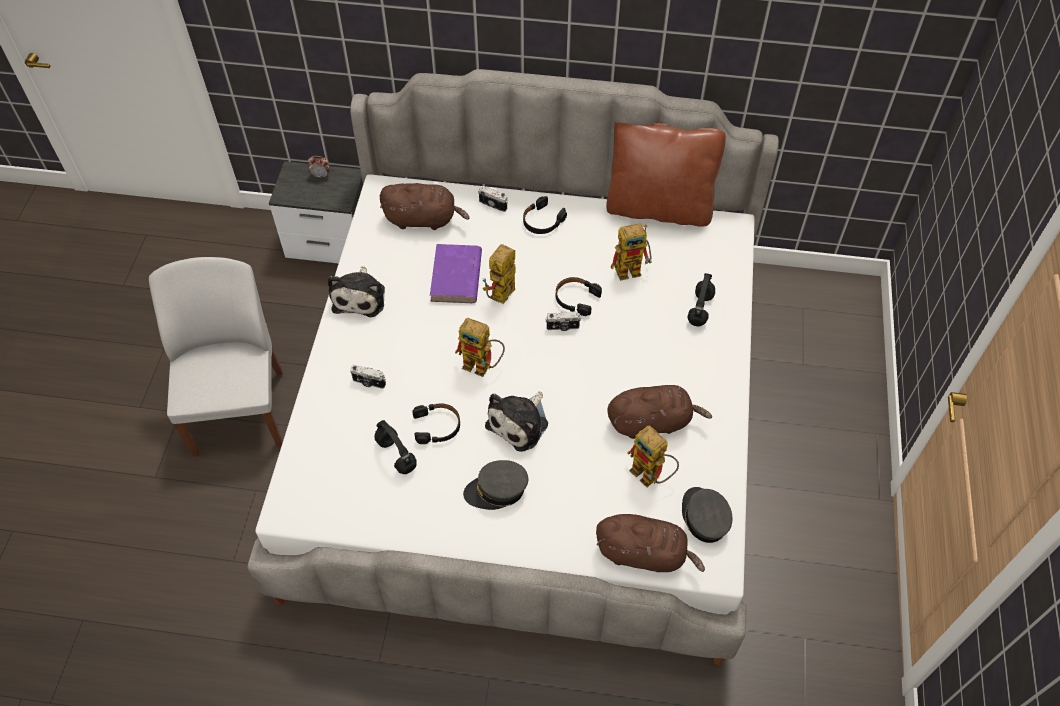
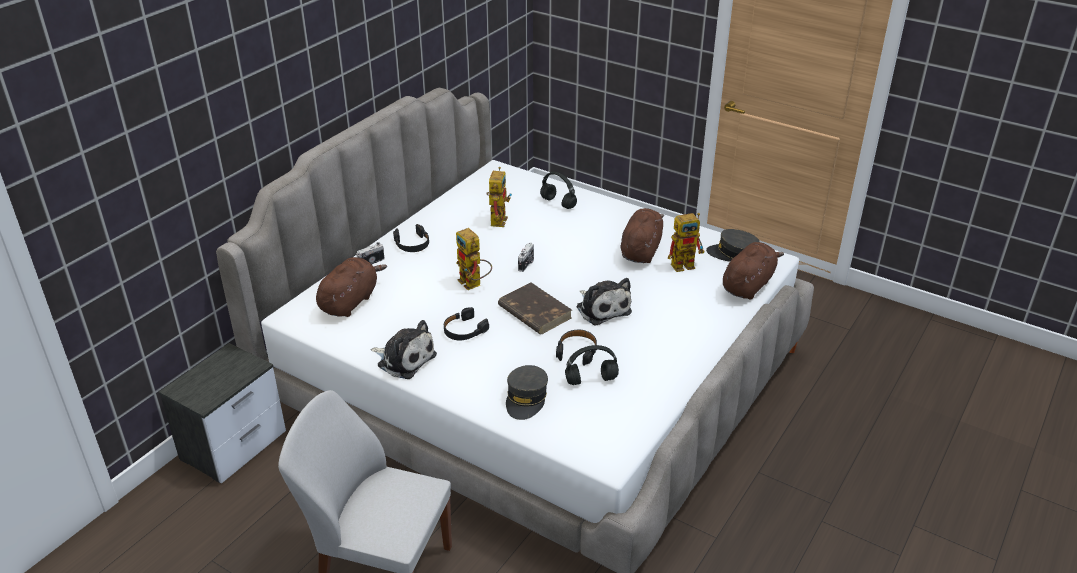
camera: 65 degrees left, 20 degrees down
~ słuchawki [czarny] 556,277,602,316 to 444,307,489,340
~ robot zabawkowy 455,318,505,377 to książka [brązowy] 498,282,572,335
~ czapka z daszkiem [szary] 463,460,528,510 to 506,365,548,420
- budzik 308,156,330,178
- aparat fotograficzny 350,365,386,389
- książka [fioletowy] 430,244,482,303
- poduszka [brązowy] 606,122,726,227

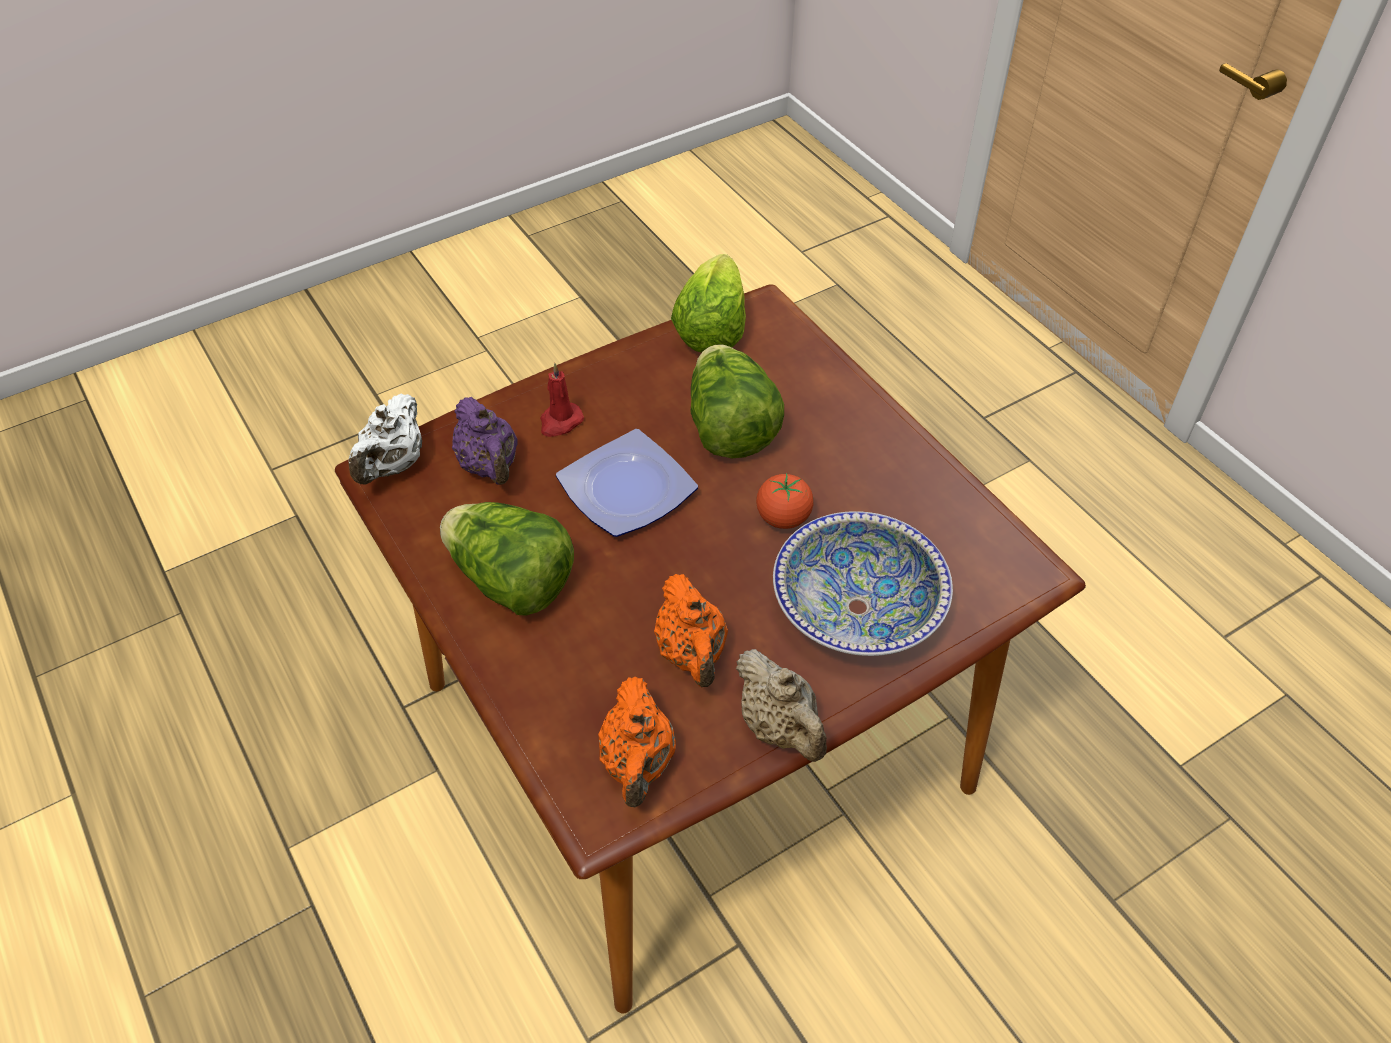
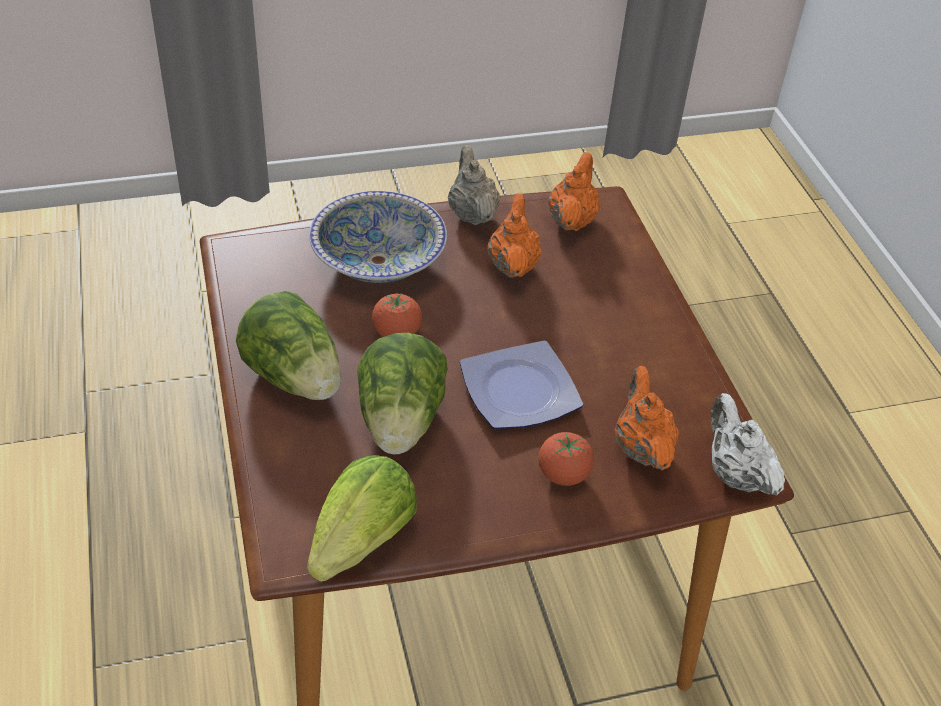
camera: 165 degrees left, 5 degrees down
~ sałata 440,502,574,616 to 236,291,341,400
~ świeca [czerwony] 540,363,584,437 to pomidor 539,432,594,486
~ imbryk [fioletowy] 452,397,518,485 to imbryk [pomarańczowy] 615,366,679,471
~ imbryk [biały] 349,394,422,485 = 710,393,785,496 60 degrees counterclockwise

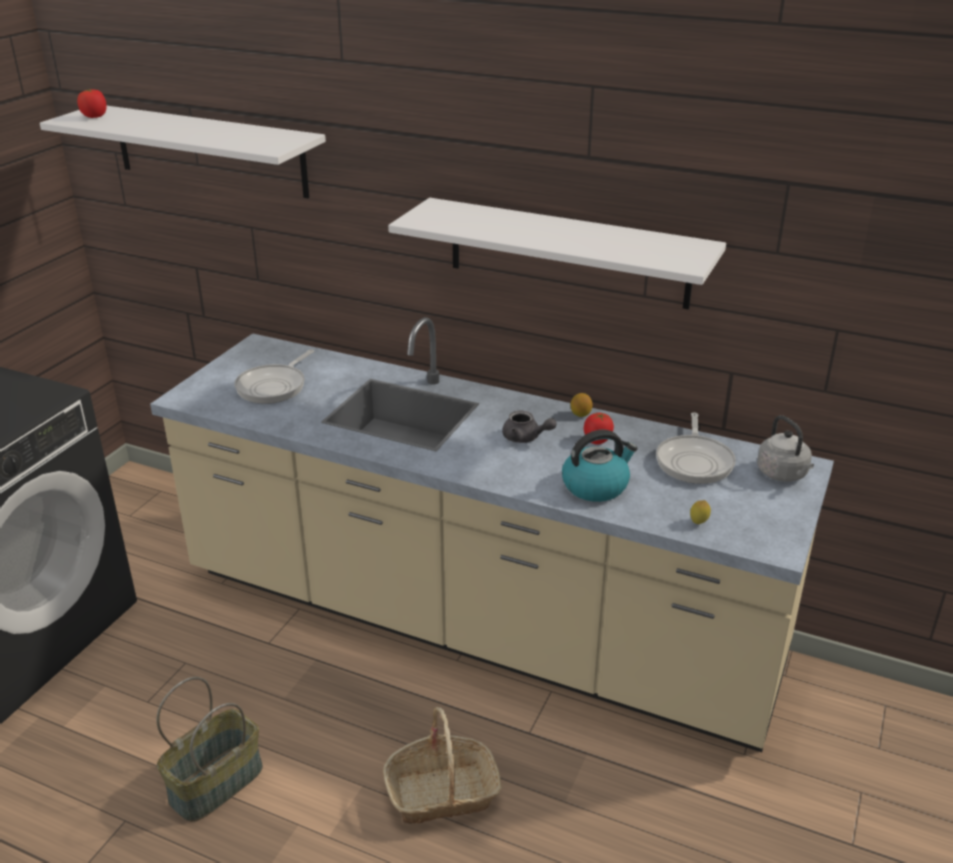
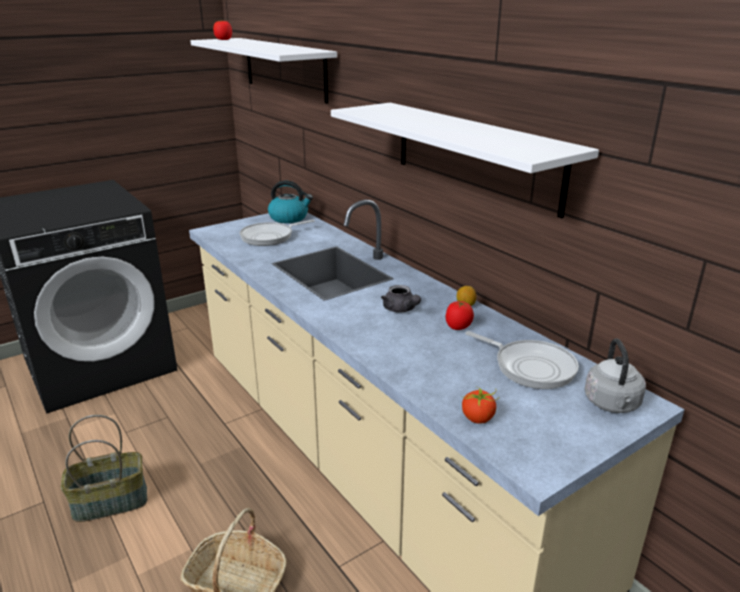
camera: 30 degrees right, 5 degrees down
~ czajnik 562,430,638,502 to 268,181,313,223
~ cytryna 690,500,711,524 to pomidor 462,387,500,424
~ patelnia 656,412,736,484 = 466,331,579,389 90 degrees counterclockwise

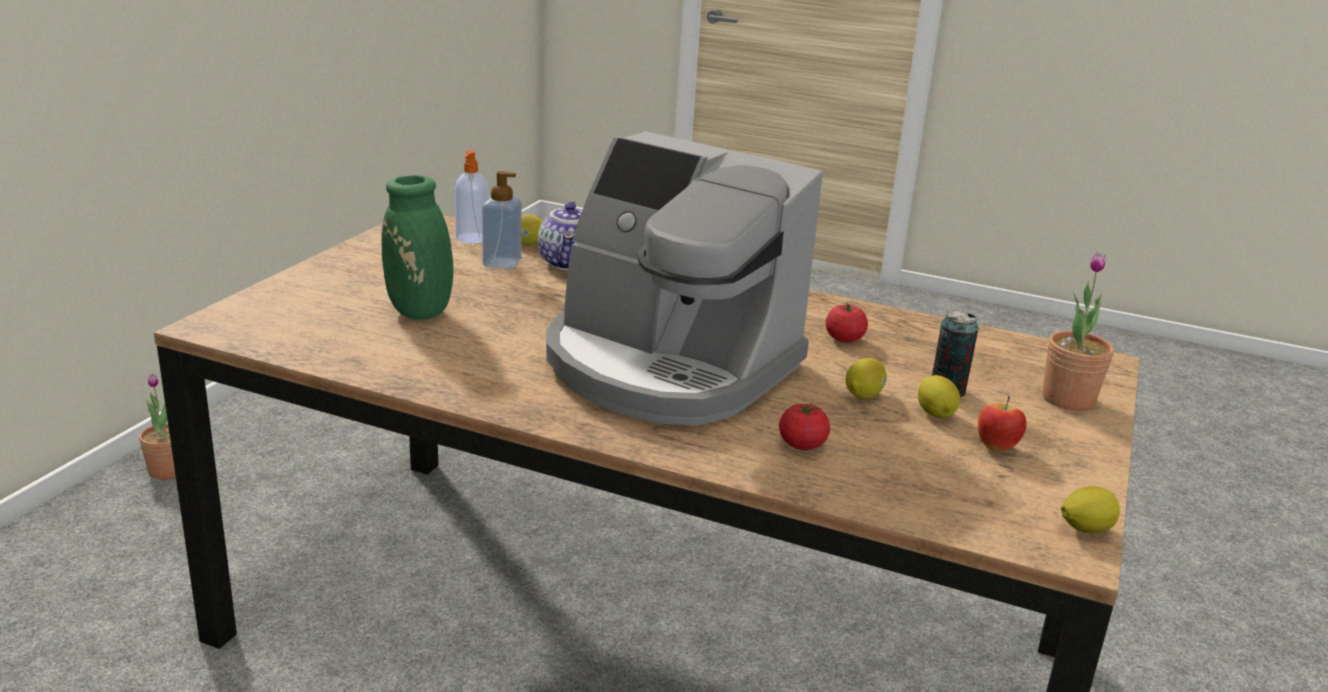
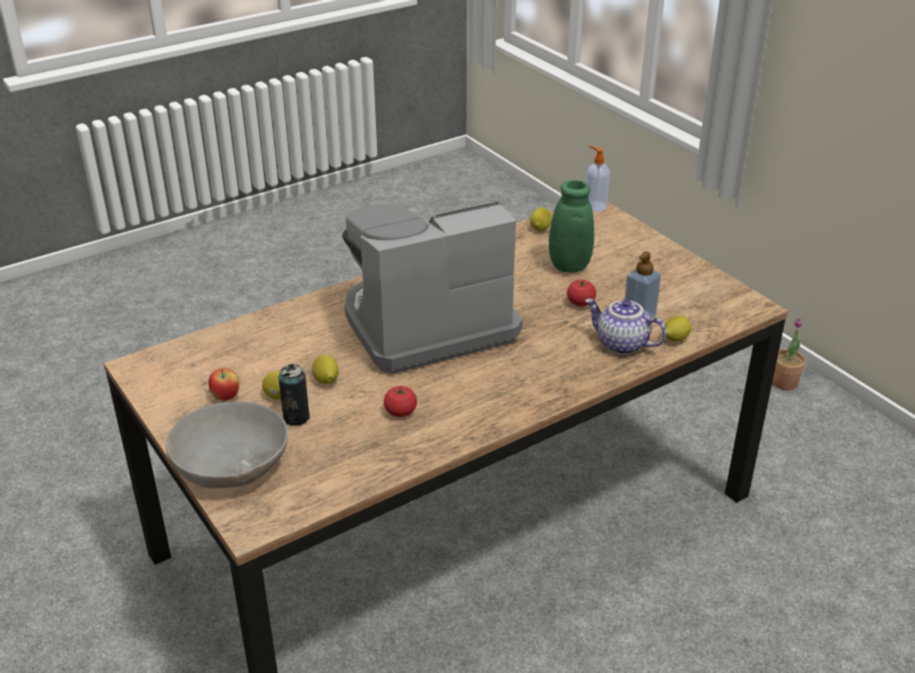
camera: 125 degrees right, 10 degrees up
~ roślina doniczkowa 1043,252,1114,411 to miska [szary] 166,401,288,488
~ cytryna 1061,486,1120,533 to 530,208,552,231
~ pomidor 779,403,830,450 to 567,280,596,307
~ dozownik mydła 455,150,488,243 to 586,146,610,212

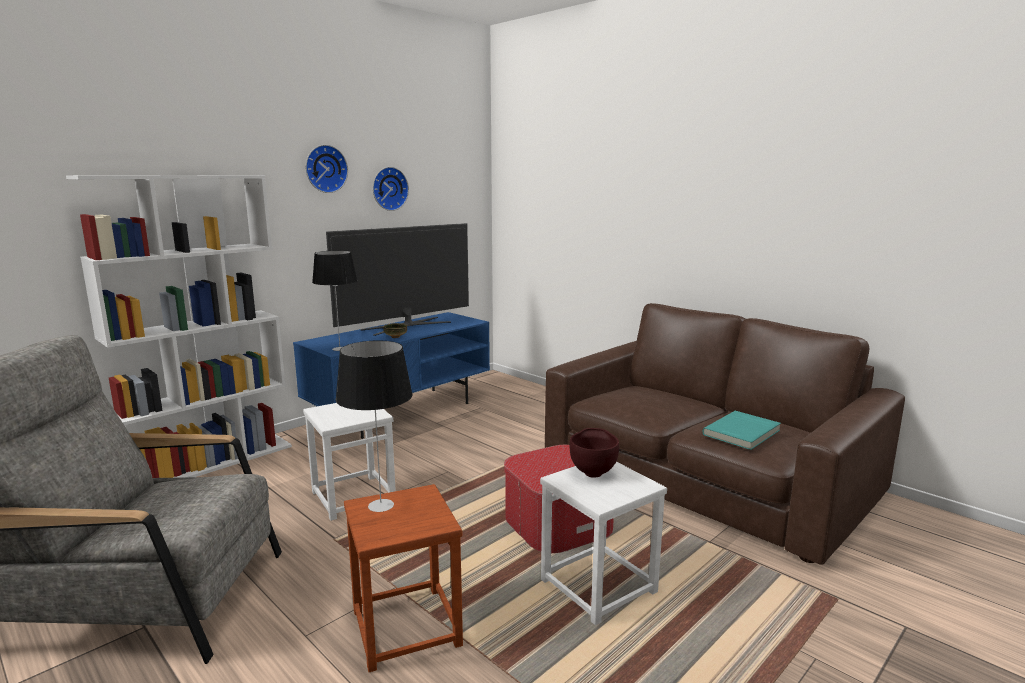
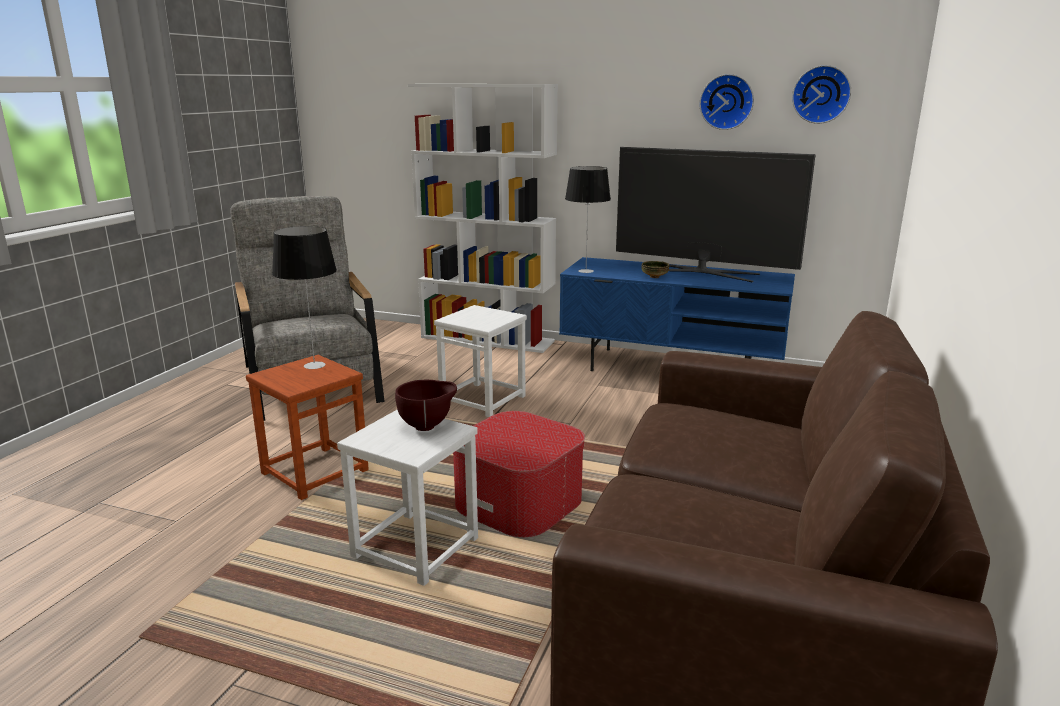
camera: 65 degrees right, 5 degrees up
~ zegar ścienny 306,145,348,193 to 792,65,851,124
- książka [turkusowy] 703,411,781,450

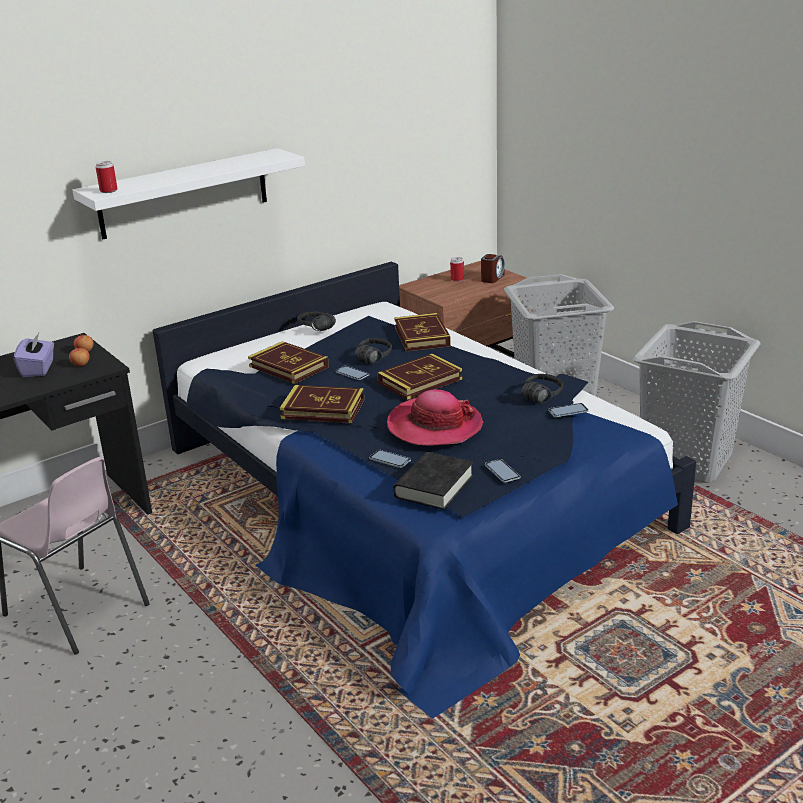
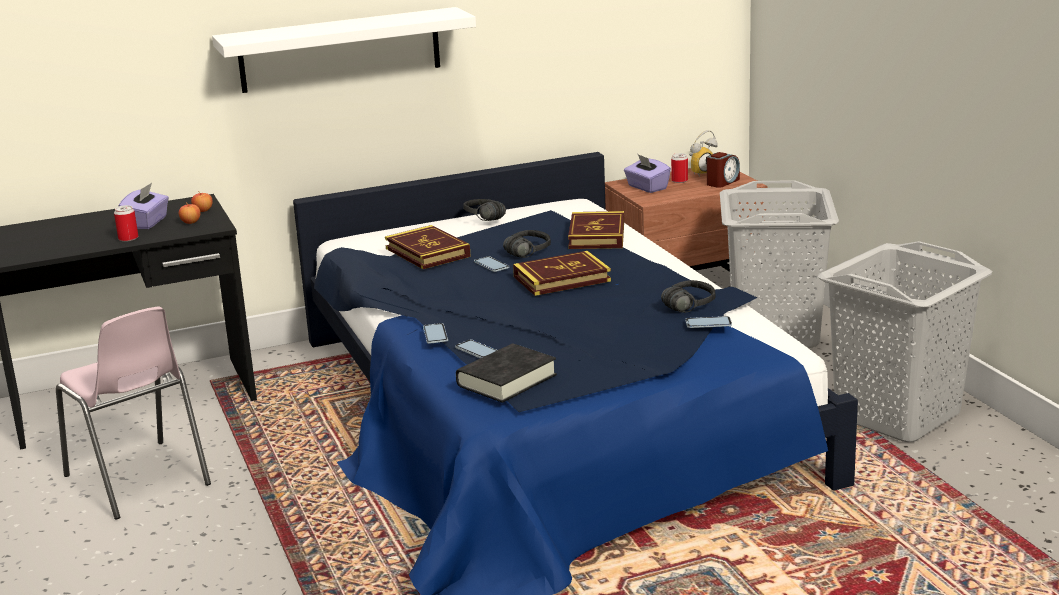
camera: 15 degrees right, 5 degrees down
~ puszka 96,161,118,193 to 114,205,138,242
~ telefon 485,459,520,483 to 423,323,448,344
+ pudełko chusteczek [fioletowy] 624,154,671,193
+ budzik 689,130,718,177
- książka 280,385,364,423
- kapelusz 387,389,483,446

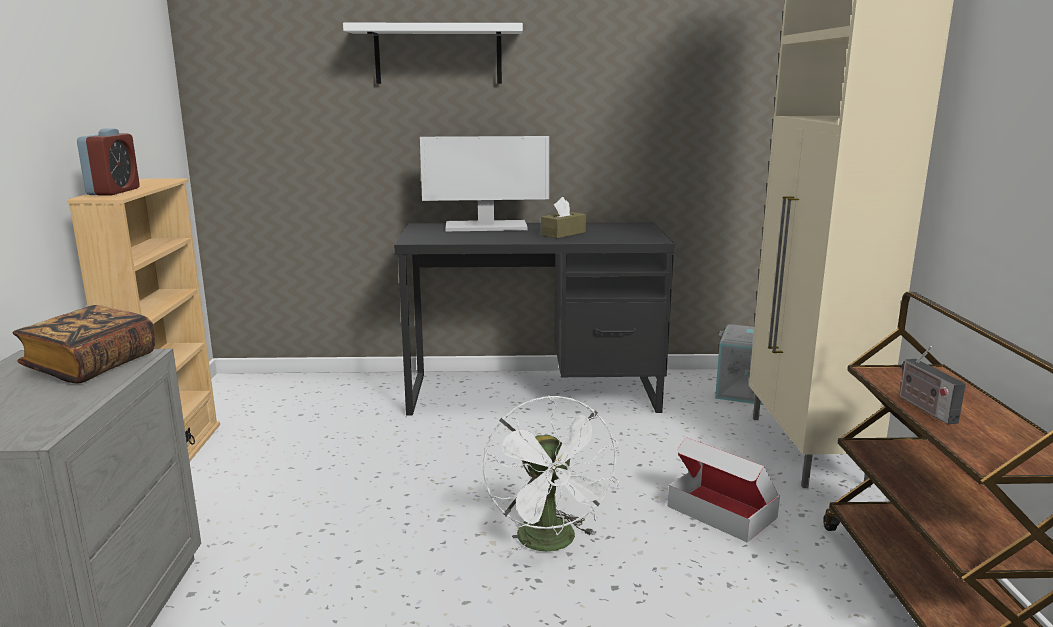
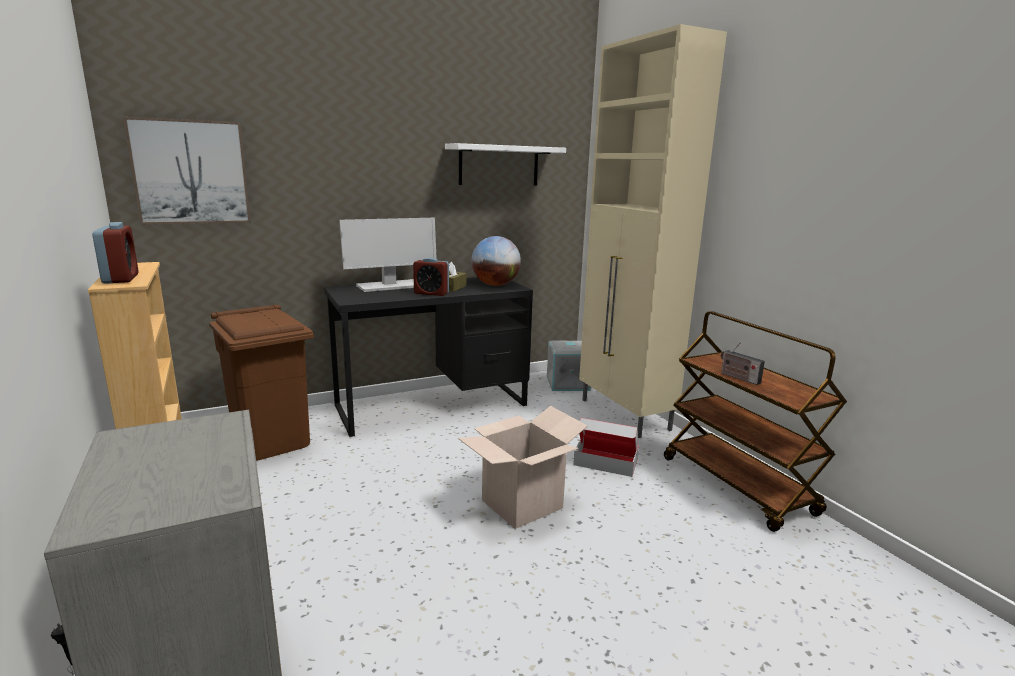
camera: 25 degrees left, 0 degrees up
+ obraz 123,116,251,225
+ kosz na śmieci [brązowy] 209,304,314,461
+ budzik 413,258,449,296
~ półka [biały] 343,23,523,84 to 445,143,566,186
~ wentylator [biały] 483,395,620,555 to karton 458,406,588,529
+ globus 471,236,521,286
- książka 13,305,155,384

